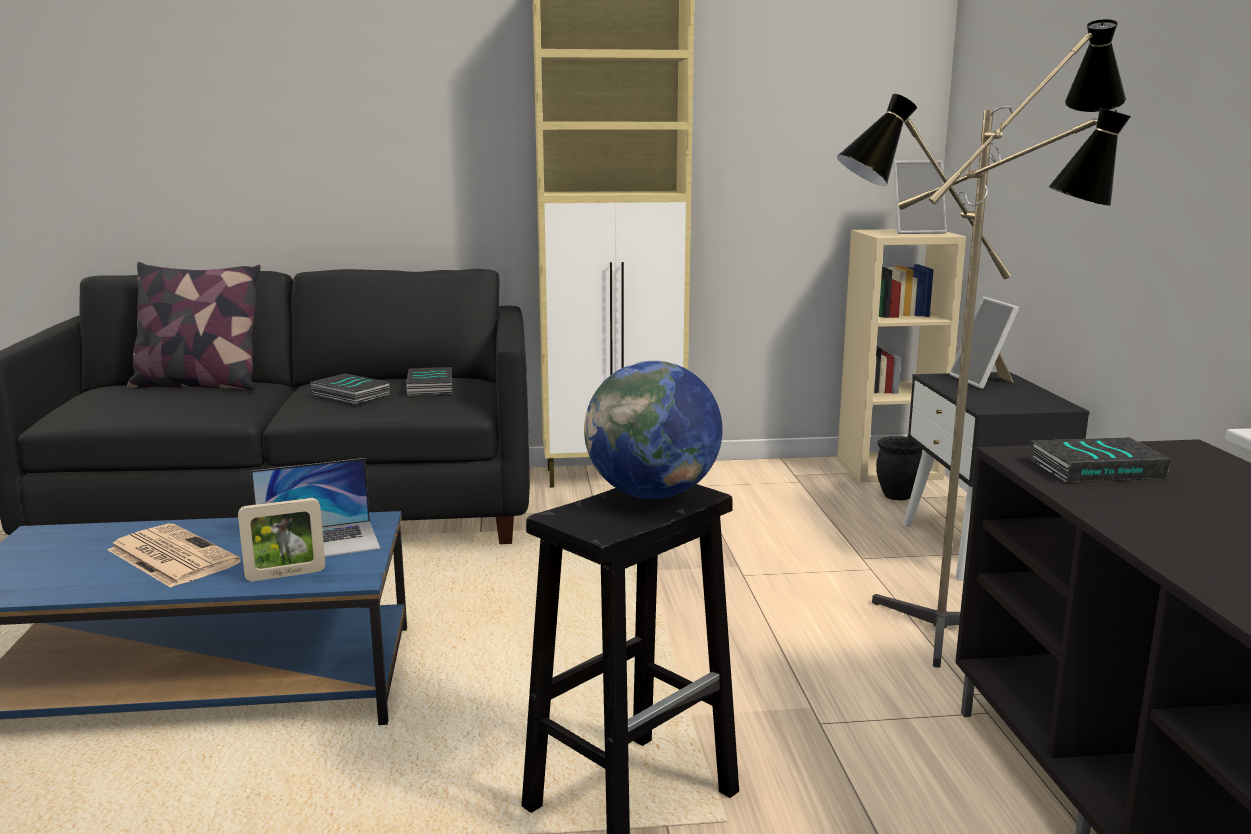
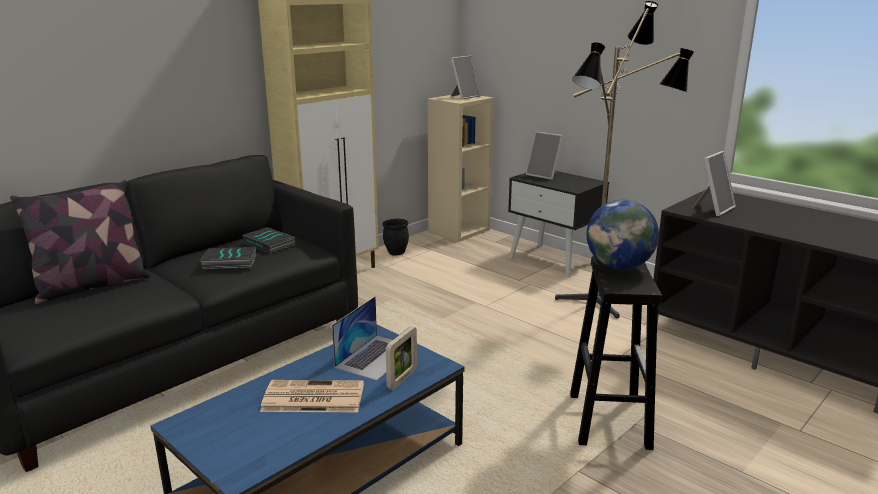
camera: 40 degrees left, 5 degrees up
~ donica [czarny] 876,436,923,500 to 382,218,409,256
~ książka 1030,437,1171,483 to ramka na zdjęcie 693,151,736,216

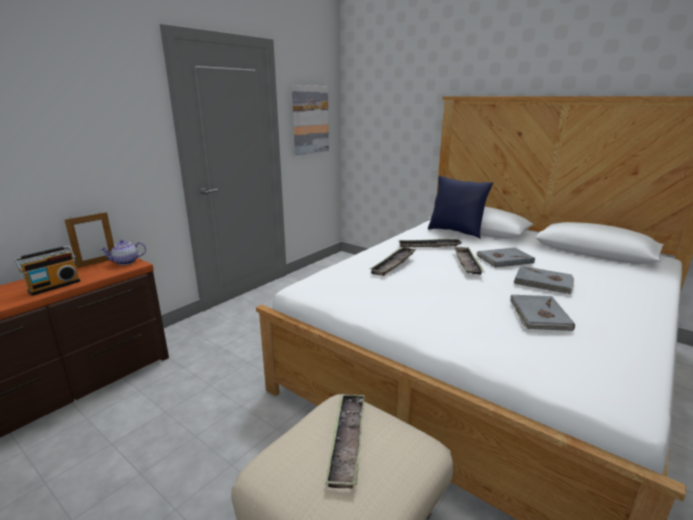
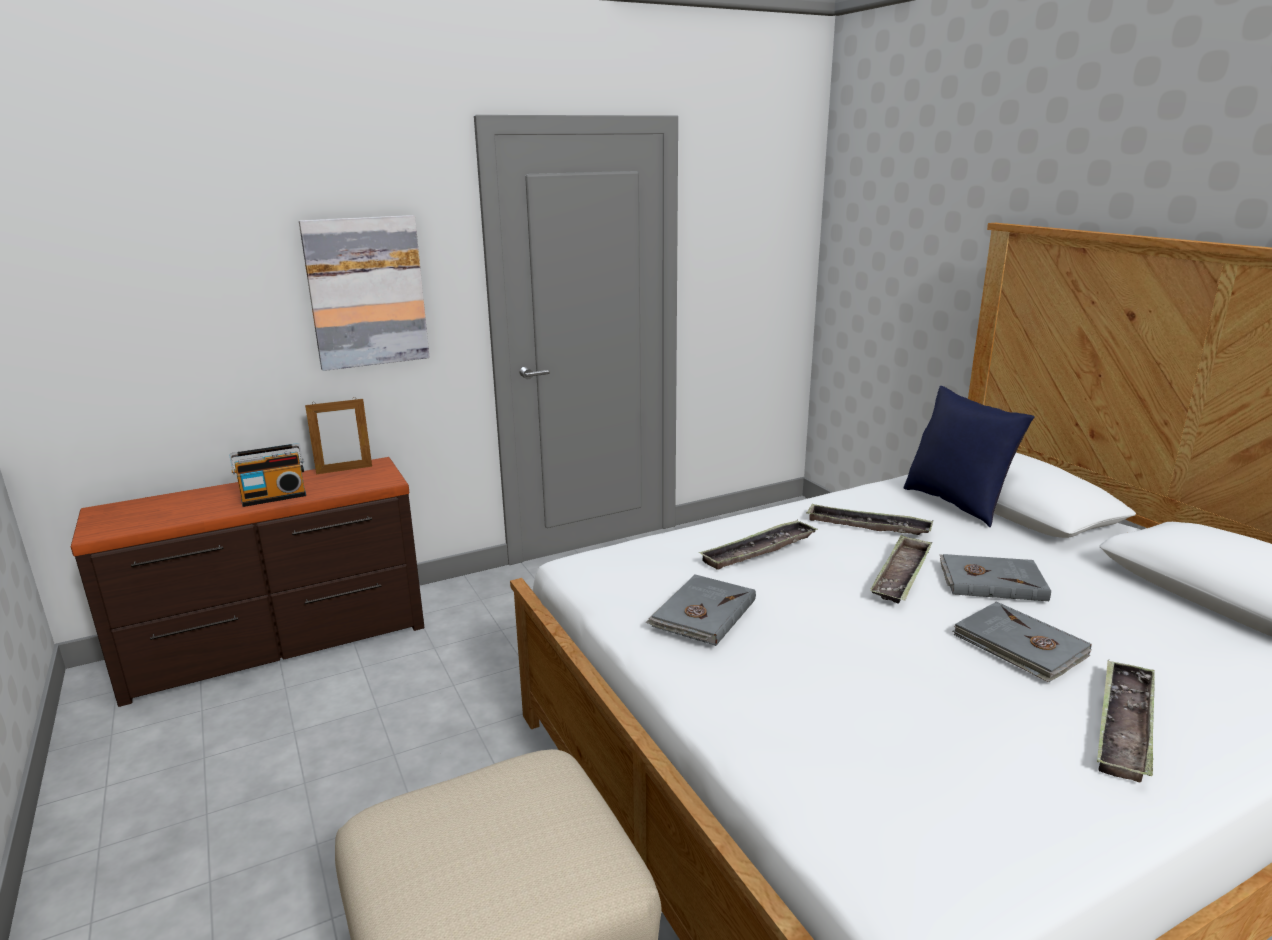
camera: 25 degrees right, 0 degrees up
~ obraz 292,85,329,155 to 299,215,430,371
~ książka [szary] 510,295,575,331 to 646,574,756,646
~ taca 325,394,365,489 to 1097,660,1155,782
- imbryk 101,240,146,265

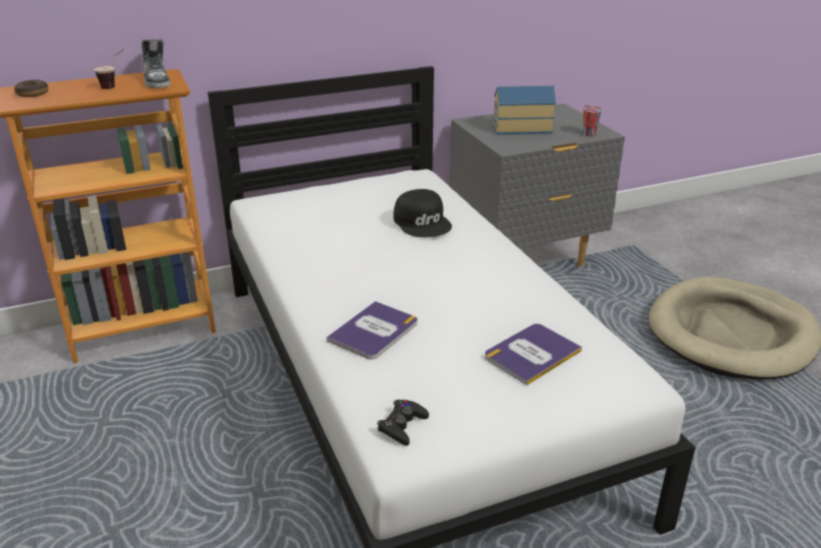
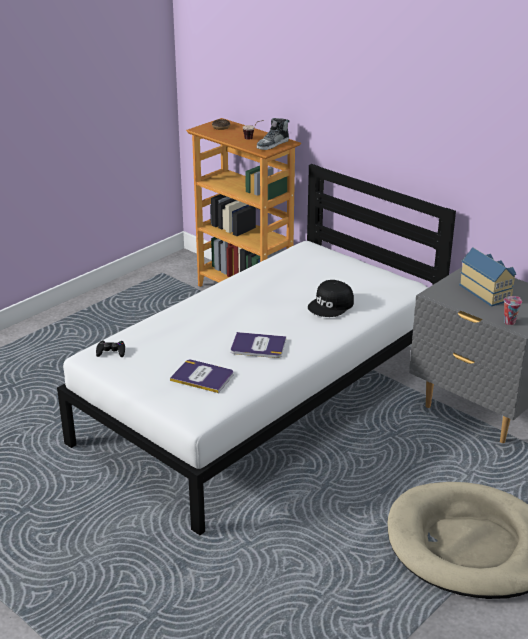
camera: 65 degrees right, 0 degrees up
~ książka 327,301,417,359 to 231,332,286,358

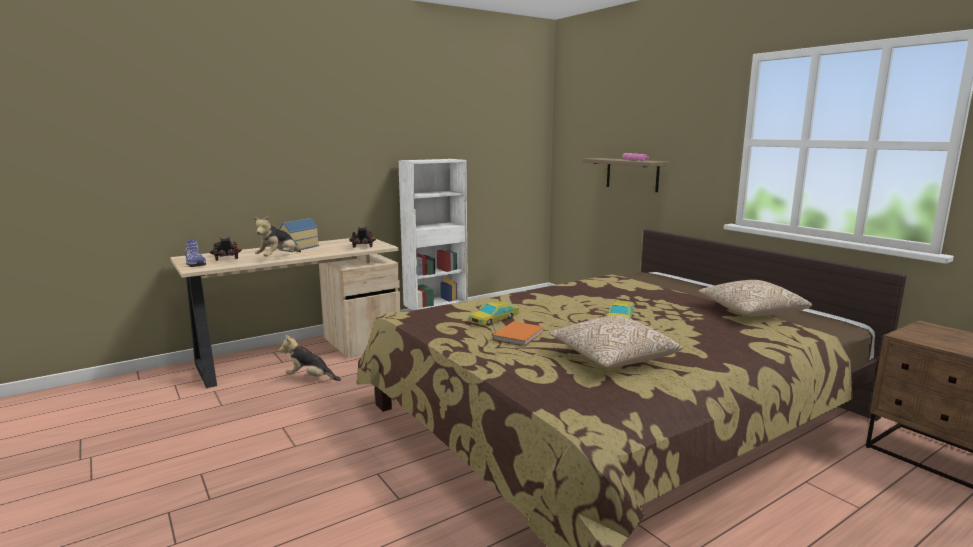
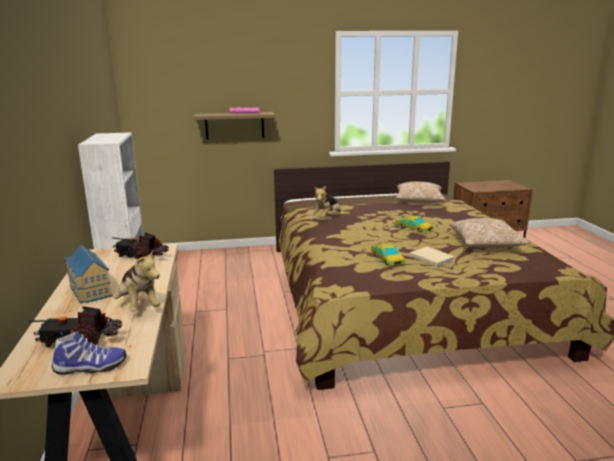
camera: 65 degrees left, 5 degrees up
~ pluszak 279,335,341,381 to 311,186,341,218
~ książka [pomarańczowy] 493,321,544,347 to książka [beżowy] 409,247,455,267

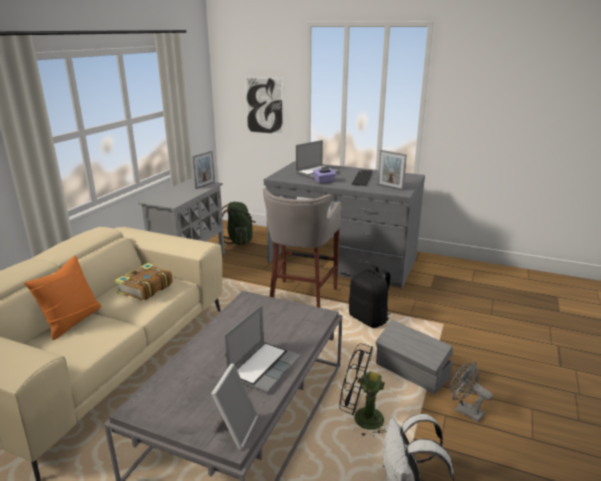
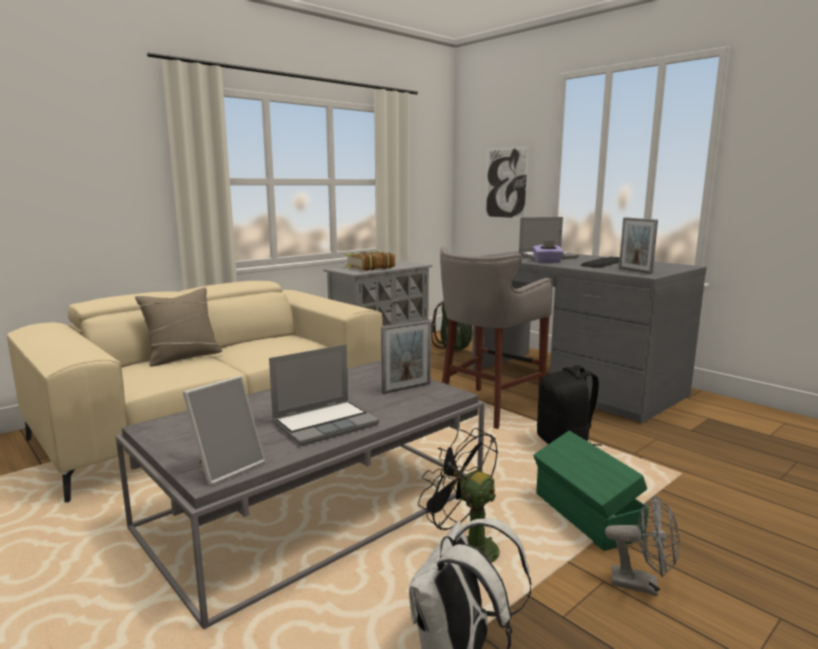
camera: 25 degrees right, 10 degrees down
~ poduszka [pomarańczowy] 24,256,102,340 to poduszka [beżowy] 135,287,222,367
~ książka 115,263,173,301 to 345,251,395,271
~ ramka na zdjęcie 192,151,215,189 to 381,320,431,394
~ pojemnik do przechowywania [szary] 376,320,453,394 to pojemnik do przechowywania [zielony] 533,431,649,551
~ wentylator [szary] 450,362,493,422 = 605,495,680,596 135 degrees clockwise

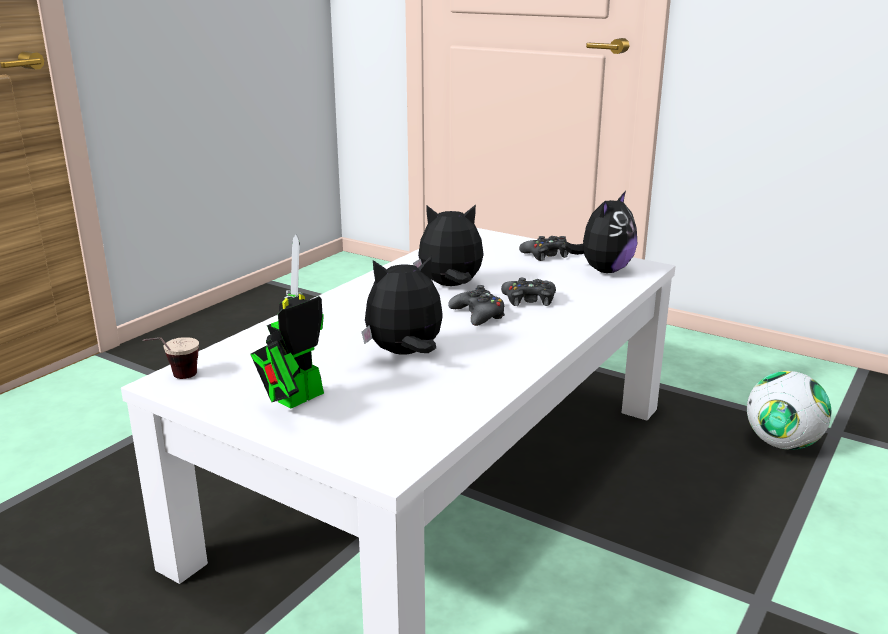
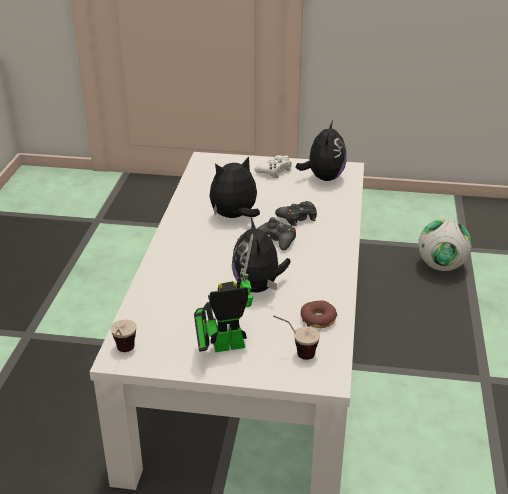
camera: 25 degrees left, 10 degrees up
~ robot zabawkowy 251,234,324,409 = 194,234,253,352 60 degrees clockwise
~ pluszak 362,255,443,355 = 232,216,291,293 60 degrees counterclockwise
~ pad do gier [czarny] 519,236,569,261 to pad do gier [biały] 255,155,292,178
+ filiżanka 273,316,320,360
+ donut 301,300,337,328

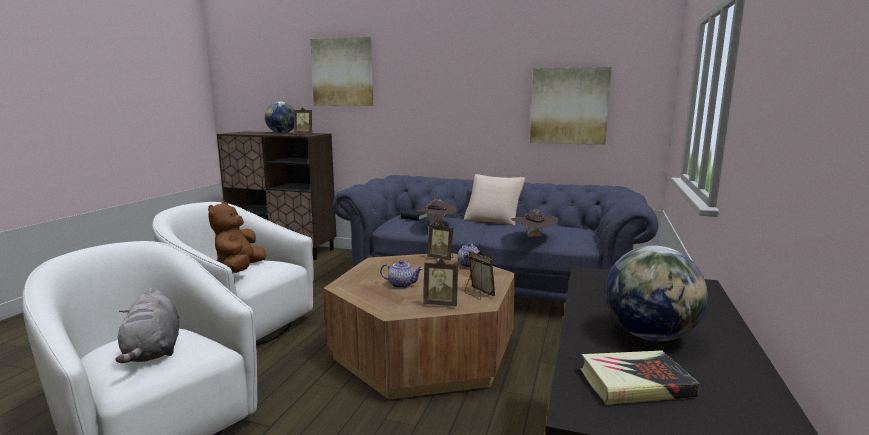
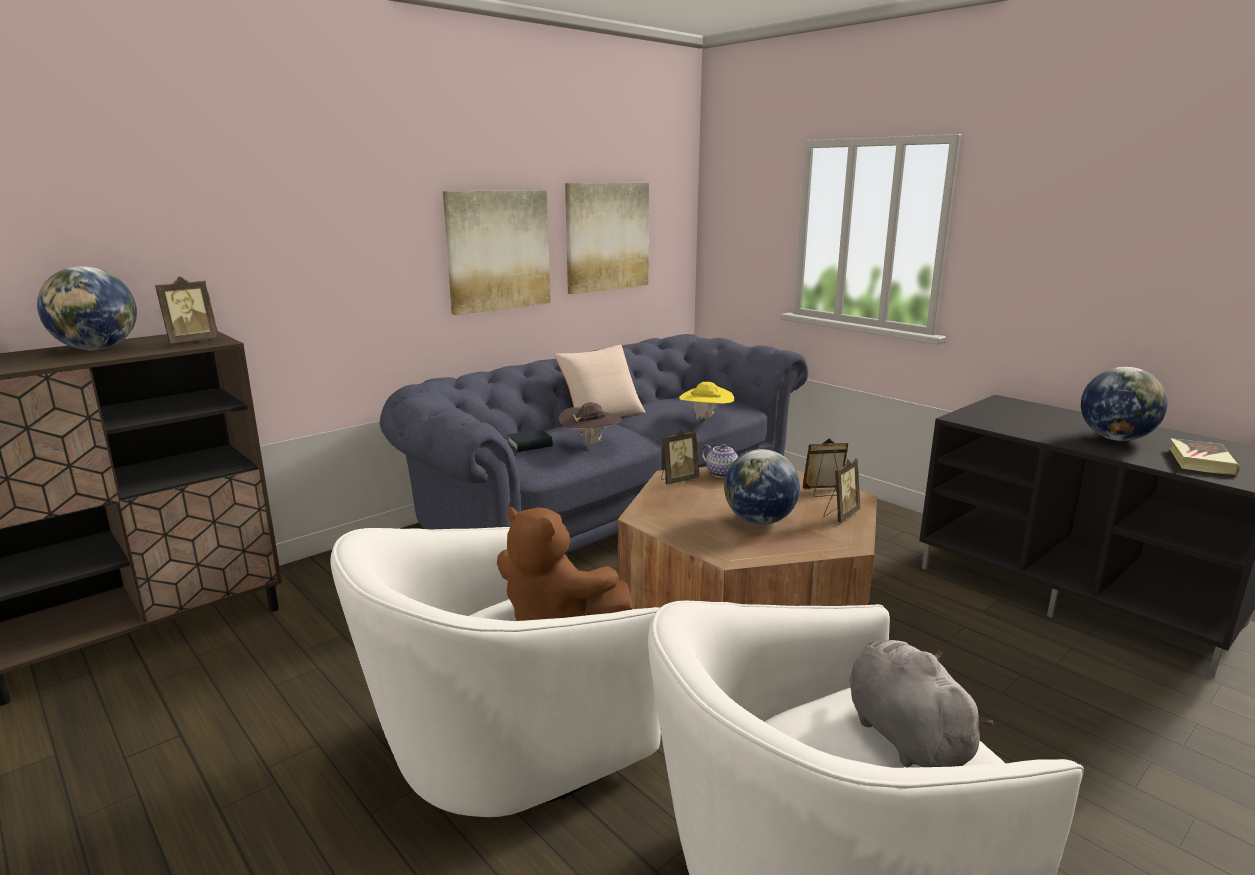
camera: 60 degrees left, 5 degrees up
~ obraz 310,37,373,106 to 443,190,550,315
~ kapelusz [brązowy] 511,210,558,237 to kapelusz [żółty] 679,382,734,419
~ imbryk 380,260,423,288 to globus 724,449,800,525
~ pluszak [szary] 115,288,179,363 = 849,640,994,768 120 degrees counterclockwise

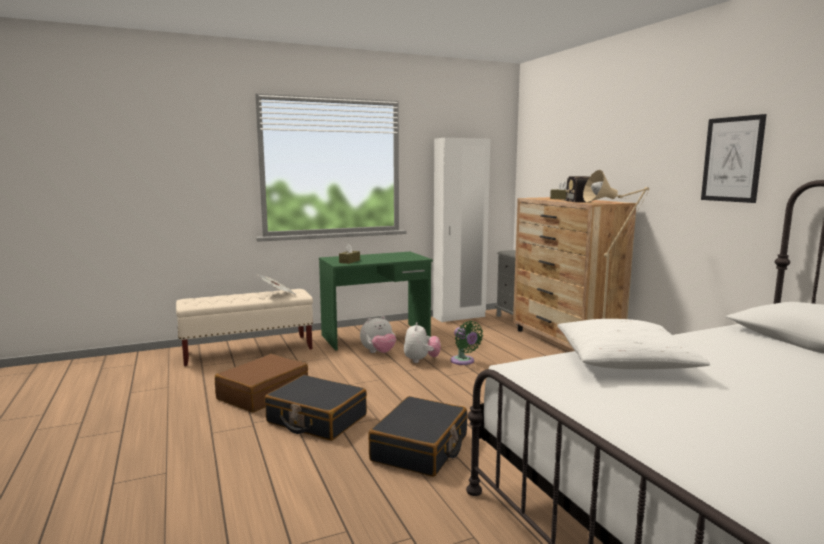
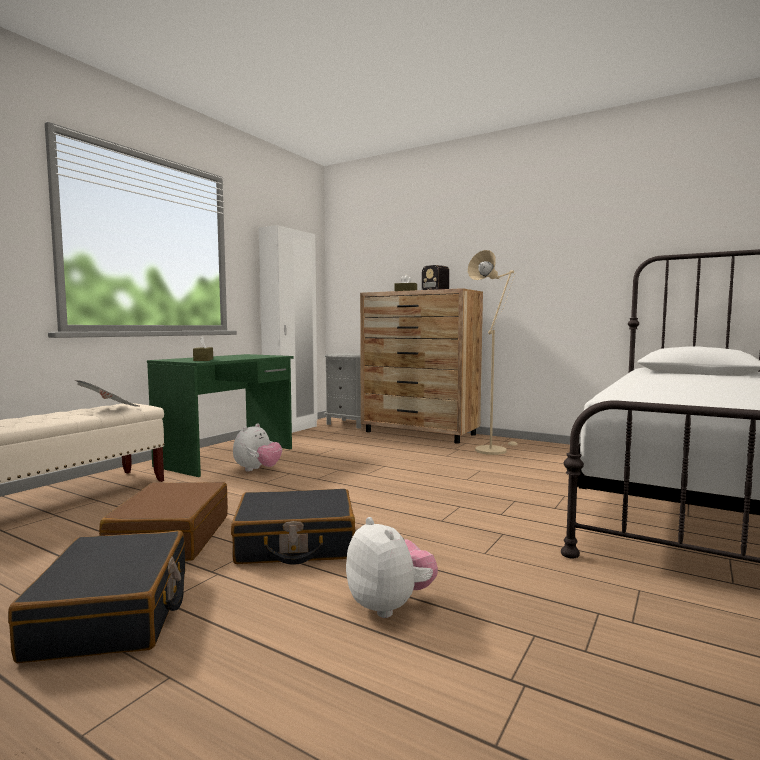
camera: 35 degrees left, 5 degrees down
~ walizka [czarny] 368,396,467,477 to 8,530,185,663
~ pluszak 404,322,441,363 to 346,517,438,618
- wentylator [zielony] 451,321,483,365
- poduszka [biały] 557,319,711,369
- obraz 701,114,767,203

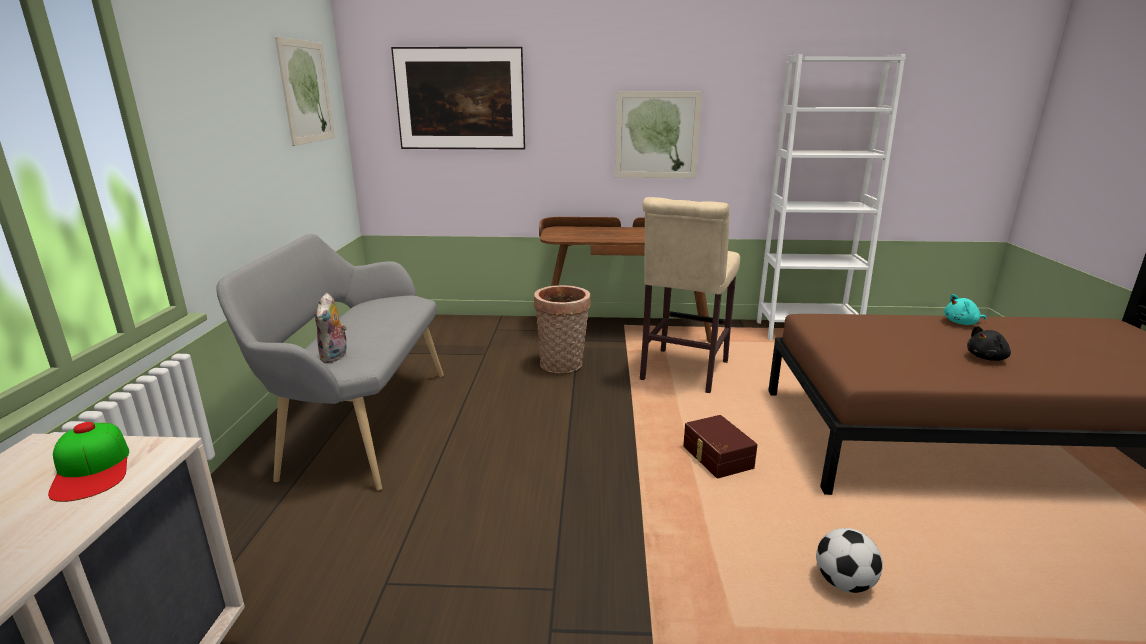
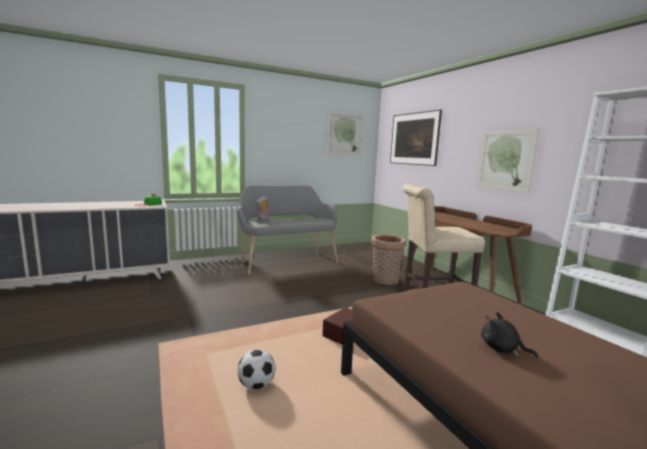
camera: 60 degrees right, 10 degrees down
- pluszak [turkusowy] 944,294,987,325

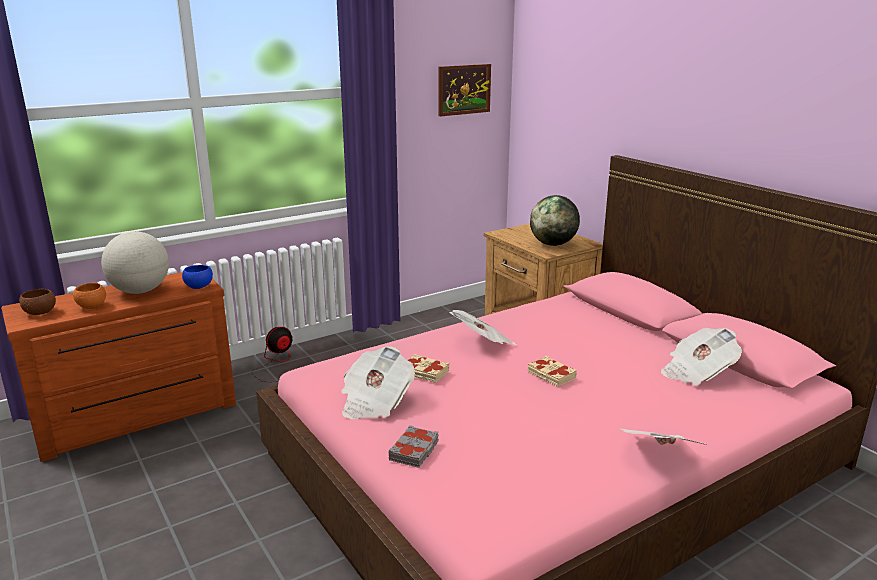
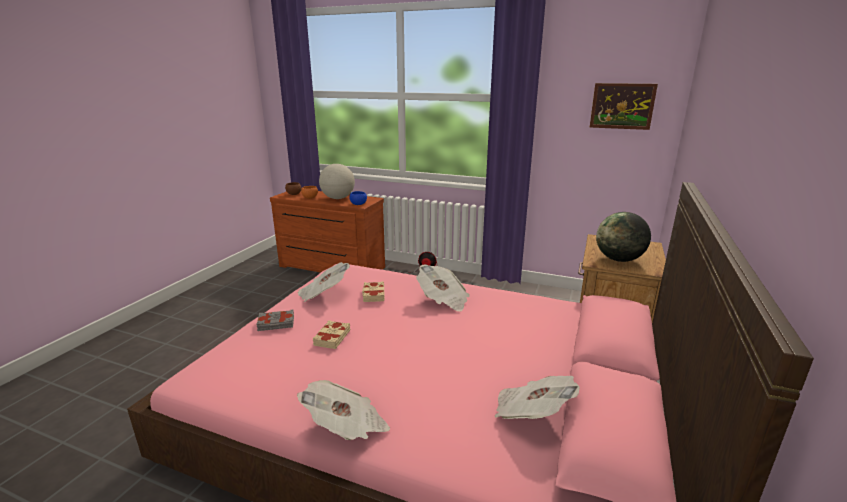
camera: 55 degrees right, 0 degrees up
~ książka [beżowy] 528,356,577,387 to 312,320,350,349

